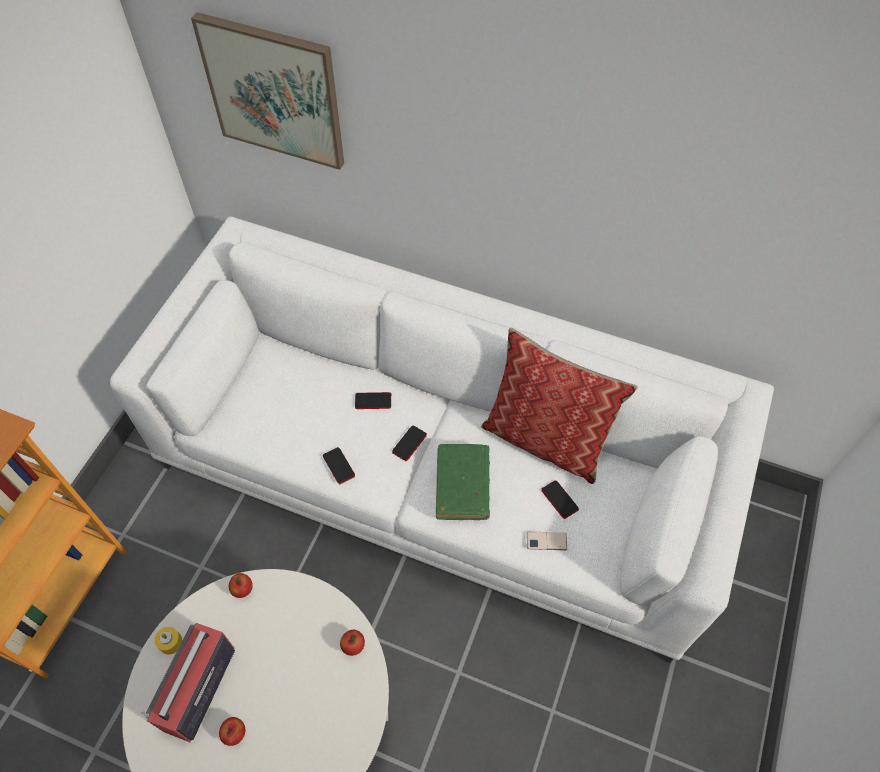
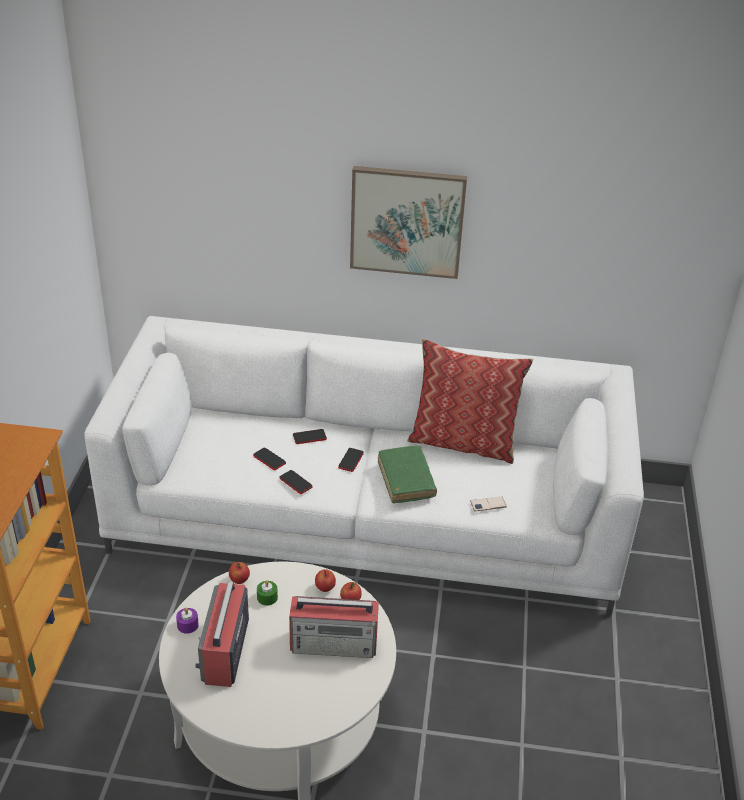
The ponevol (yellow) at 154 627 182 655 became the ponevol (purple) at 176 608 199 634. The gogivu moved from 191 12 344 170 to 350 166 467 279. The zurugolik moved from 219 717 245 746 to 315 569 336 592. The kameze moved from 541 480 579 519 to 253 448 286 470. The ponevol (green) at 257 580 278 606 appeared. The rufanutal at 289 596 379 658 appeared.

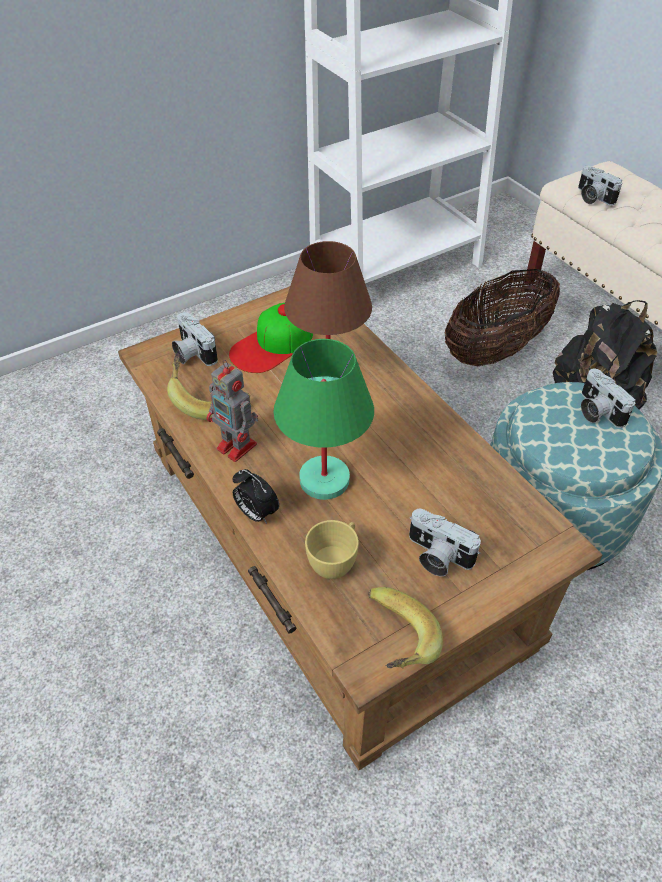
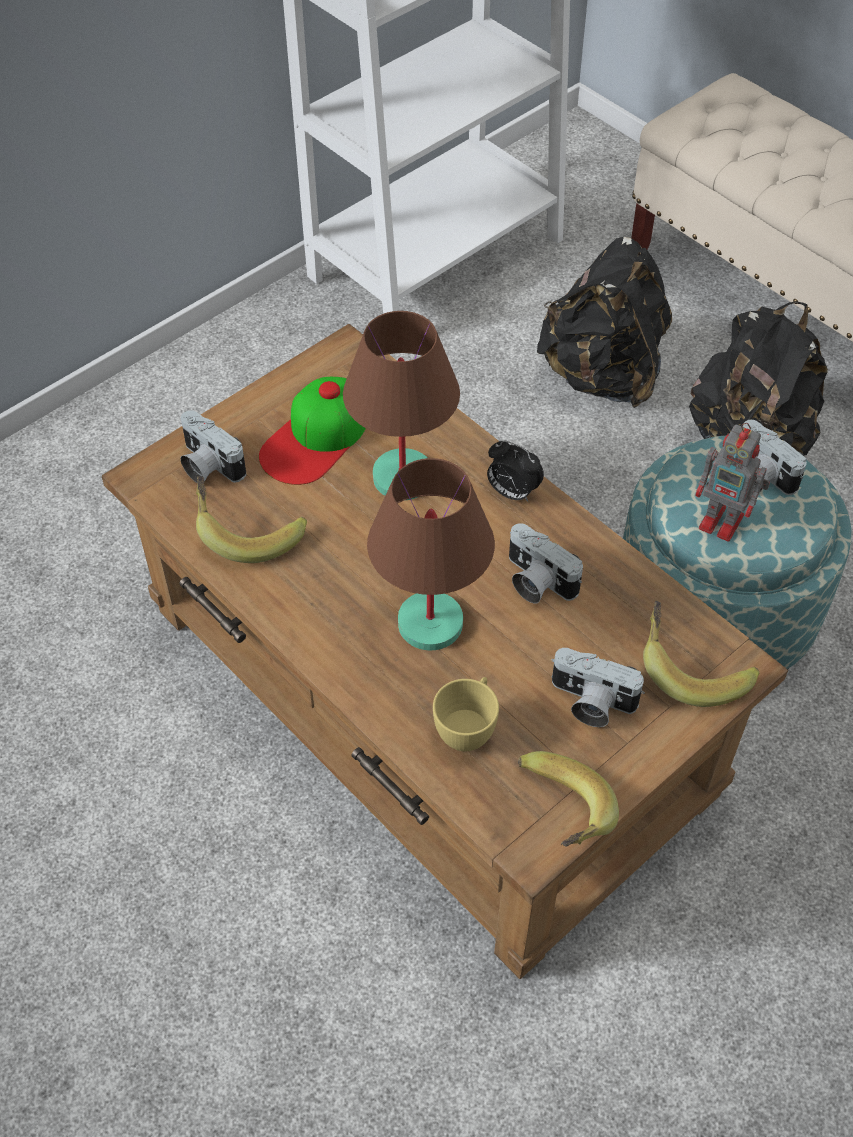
The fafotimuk moved from 206 360 258 462 to 695 423 770 541. The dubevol moved from 233 469 279 524 to 487 440 544 502. The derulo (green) at 273 339 374 500 became the derulo (brown) at 367 458 495 651. The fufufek at 445 268 560 366 was replaced by the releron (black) at 537 237 672 408. The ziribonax moved from 578 166 623 206 to 509 523 583 604. The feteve at 643 601 759 707 appeared.

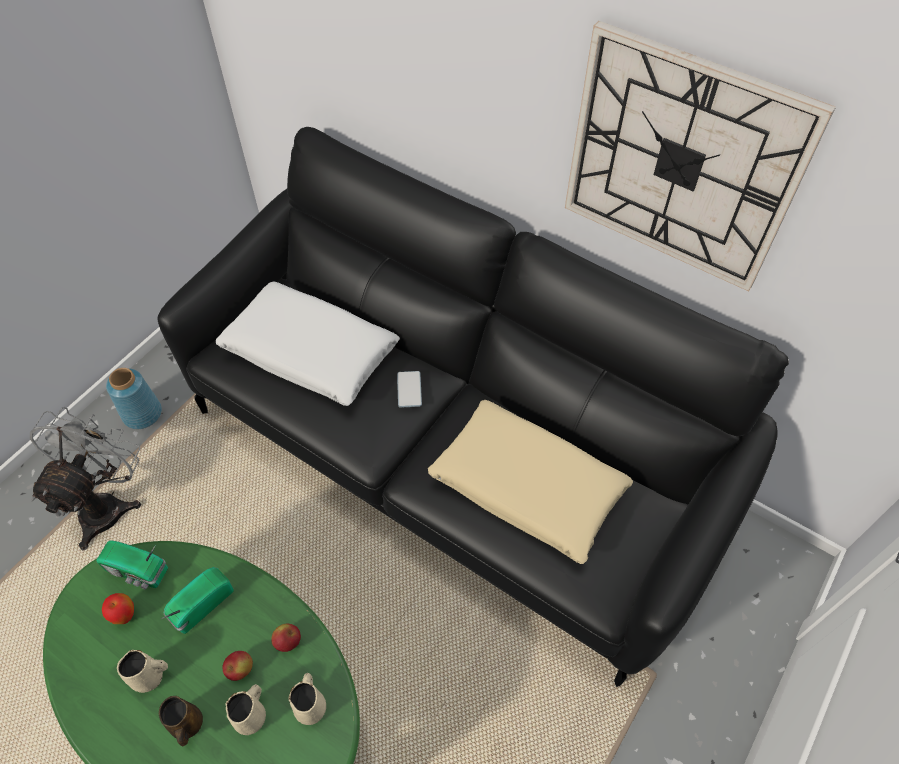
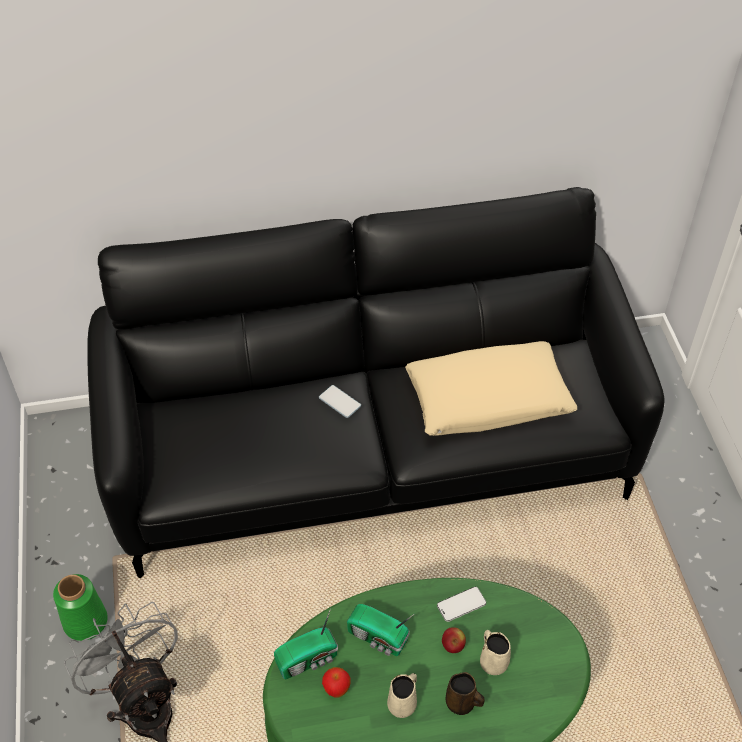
The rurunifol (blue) at 106 368 162 429 became the rurunifol (green) at 53 574 108 641. The rufanutal at 161 567 234 634 turned 60 degrees counterclockwise. The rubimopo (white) at 216 281 400 406 disappeared. The zurugolik at 271 624 301 652 was replaced by the kameze at 437 587 486 622. The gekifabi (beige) at 289 673 326 725 disappeared. The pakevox at 565 21 836 291 disappeared.

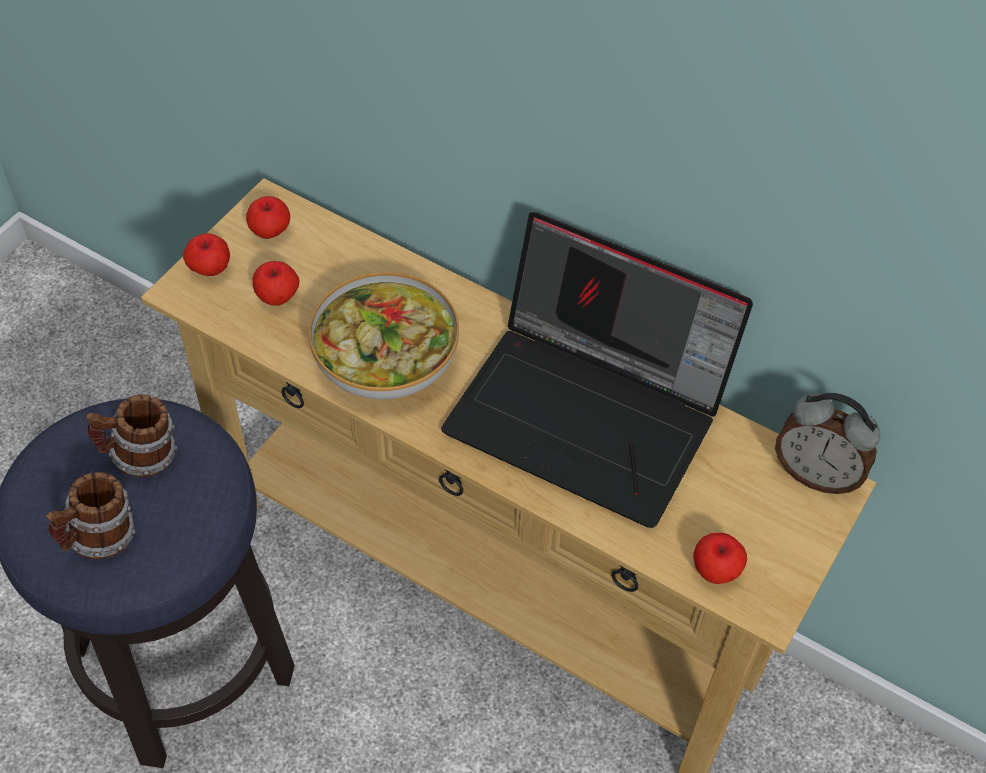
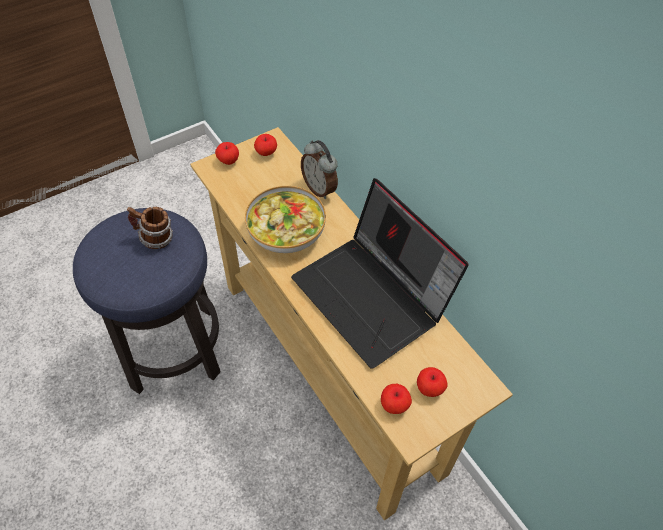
The gekifabi at 46 472 135 559 disappeared. The zurugolik moved from 253 261 299 305 to 417 367 448 397. The dubevol moved from 775 393 880 494 to 301 140 338 199.

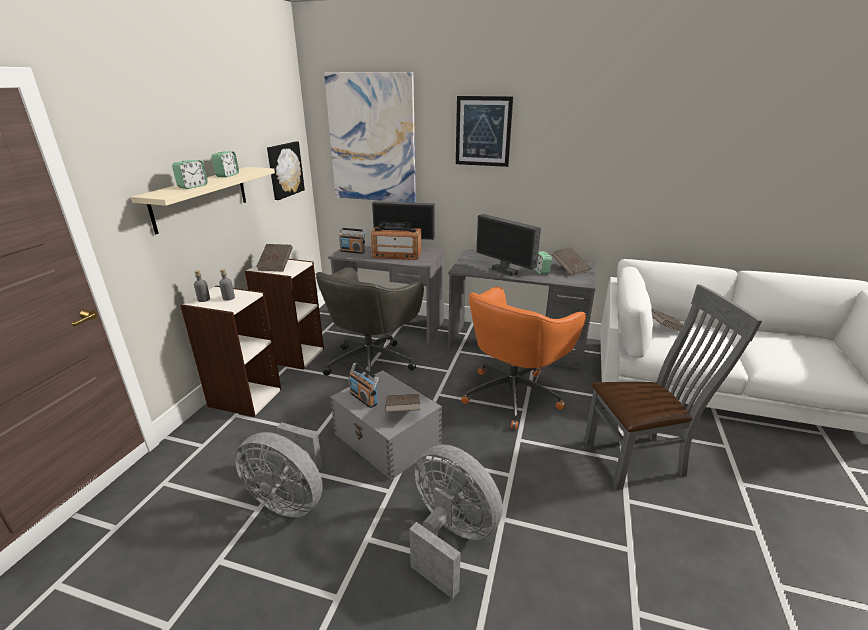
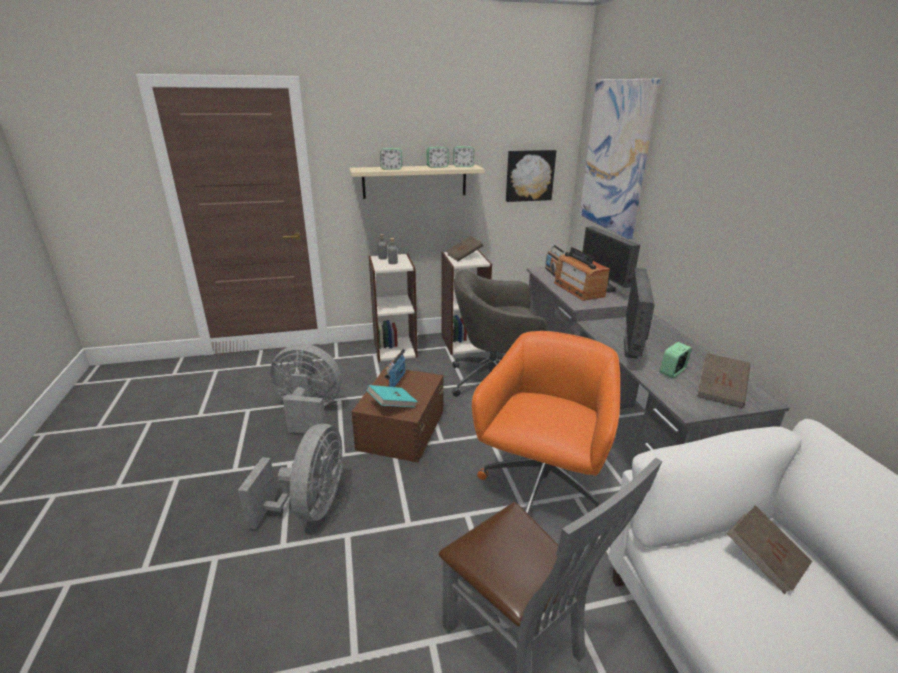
The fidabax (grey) at 235 422 323 517 turned 105 degrees clockwise. The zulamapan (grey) at 330 370 442 480 became the zulamapan (brown) at 351 367 444 463. The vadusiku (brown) at 385 394 421 412 became the vadusiku (turquoise) at 367 385 418 408. The gogivu at 456 96 513 167 disappeared. The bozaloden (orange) at 461 287 586 430 turned 105 degrees clockwise. The dubevol at 453 146 474 167 appeared.

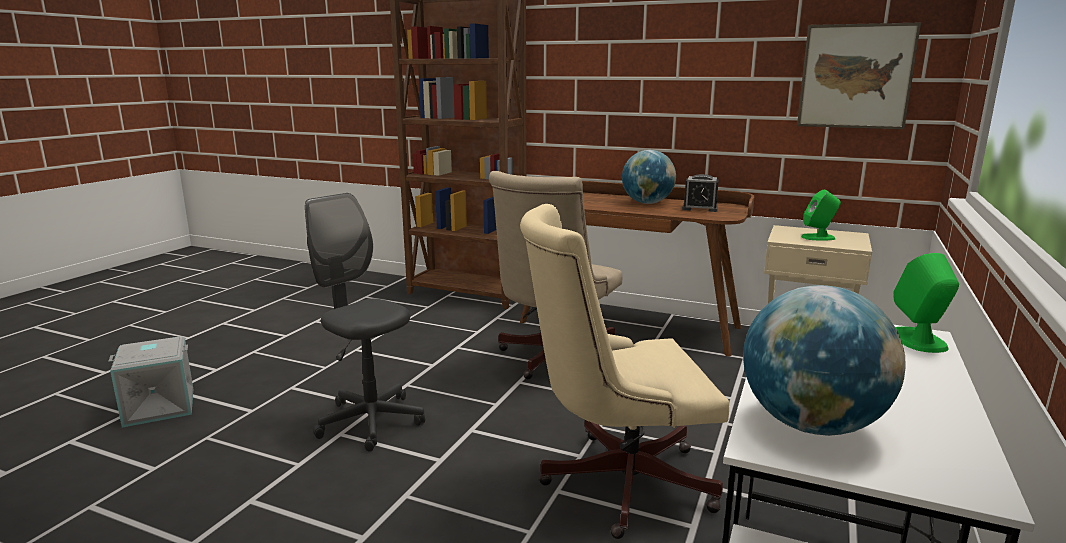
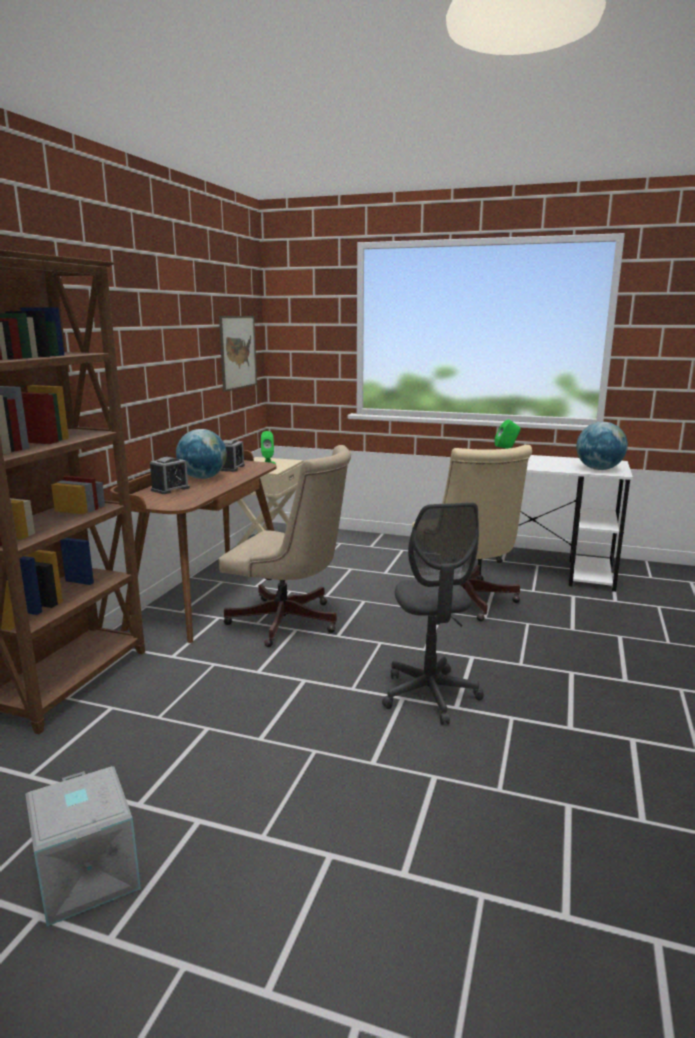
The zulamapan (grey) moved from 108 337 193 427 to 25 766 141 926. The bozaloden (grey) at 305 193 425 452 turned 45 degrees counterclockwise. The dubevol at 150 457 190 494 appeared.

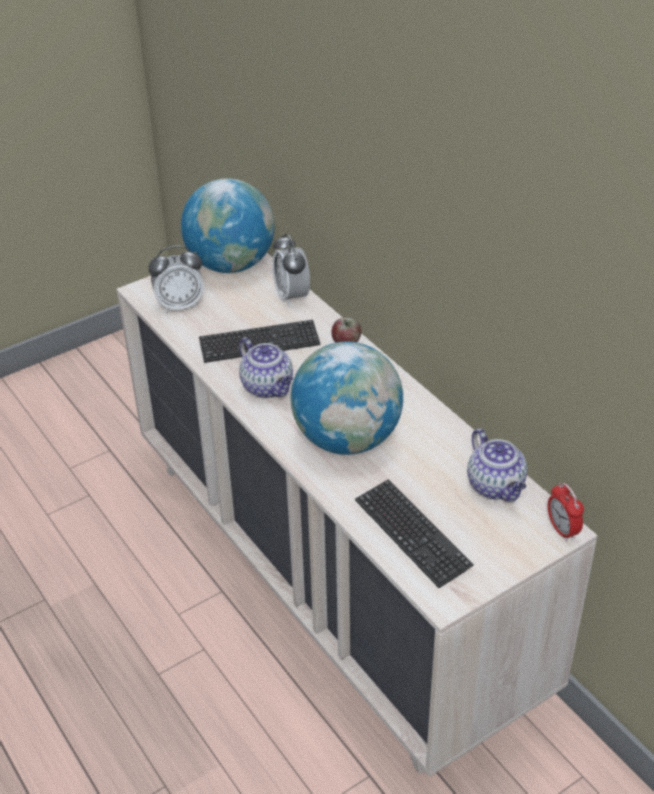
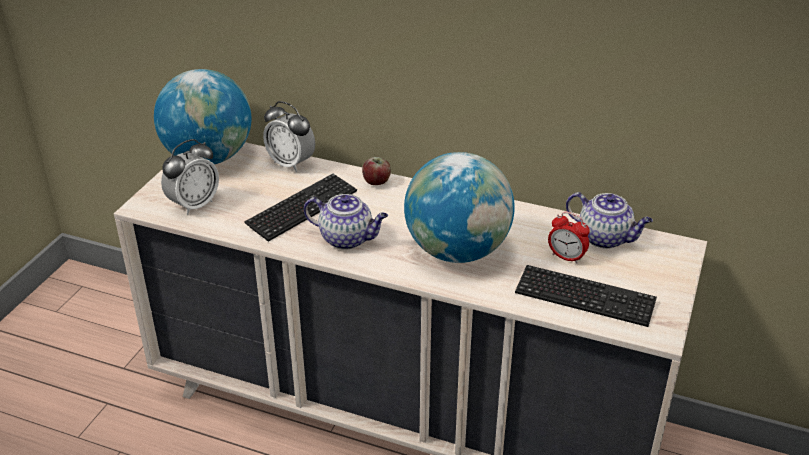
The dubevol moved from 548 483 584 541 to 548 212 590 264.

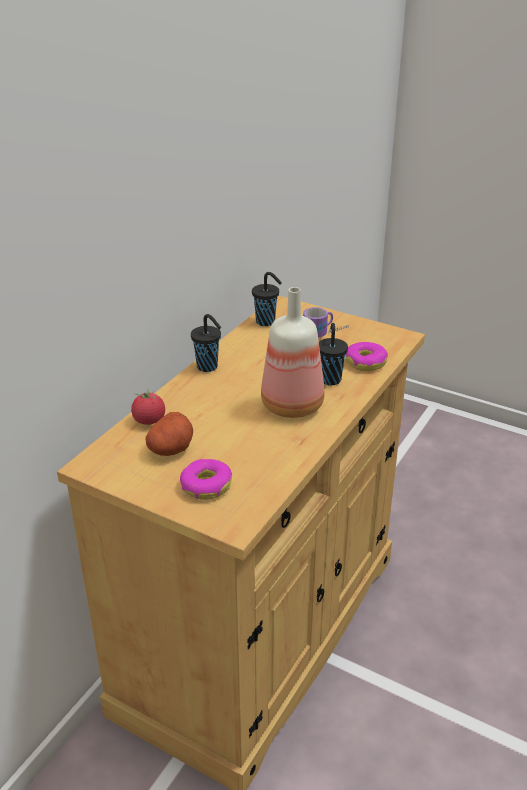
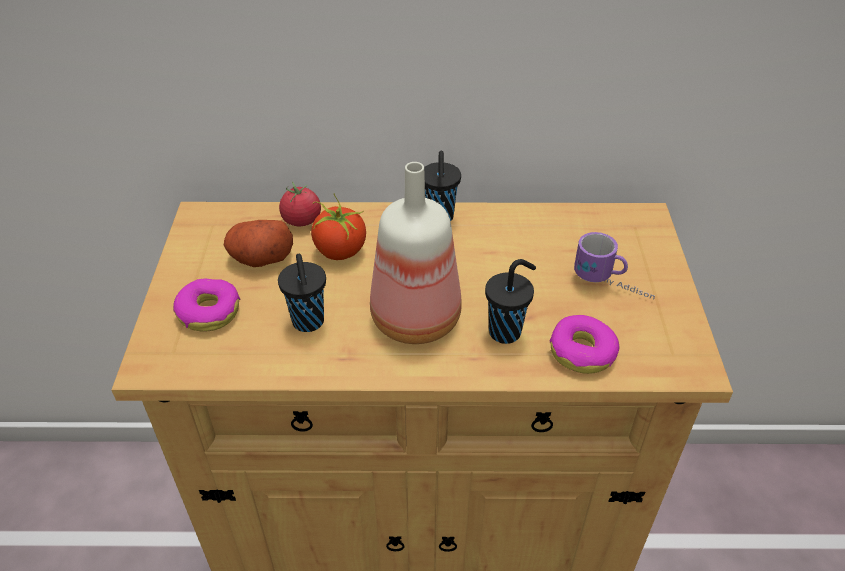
The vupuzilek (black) moved from 252 272 282 326 to 278 254 326 332. The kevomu at 311 194 366 260 appeared.

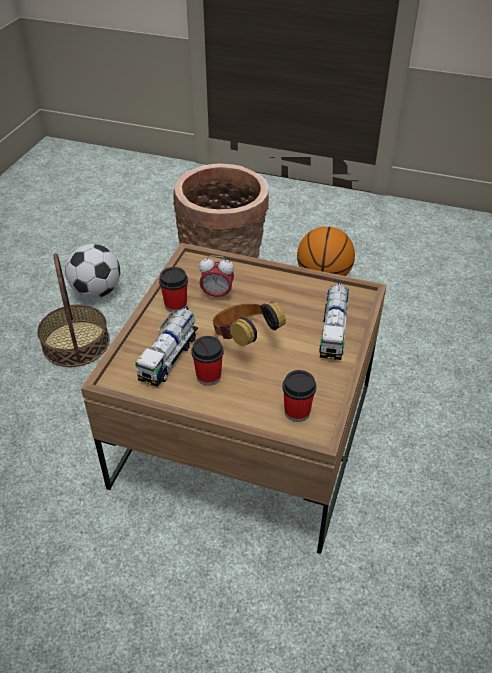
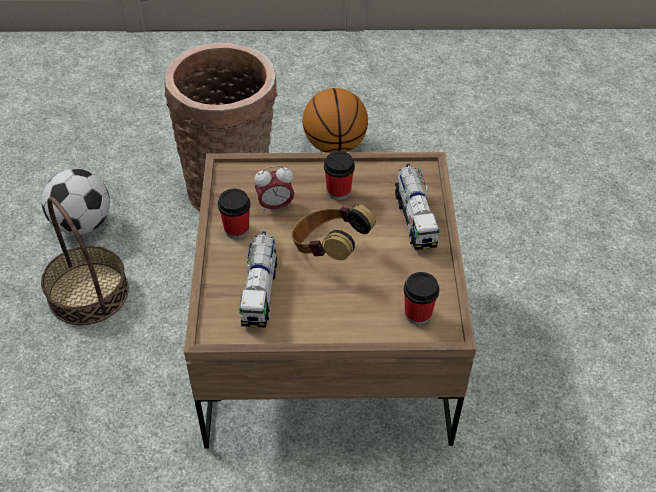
The vupuzilek moved from 191 336 224 386 to 324 151 355 200.

